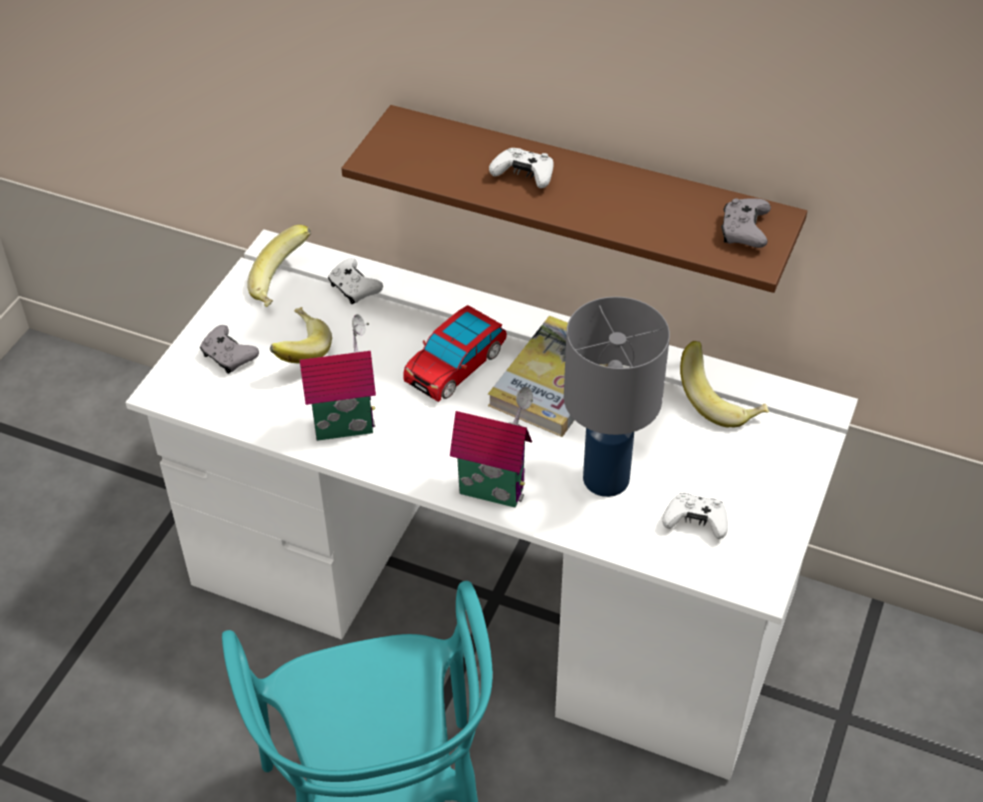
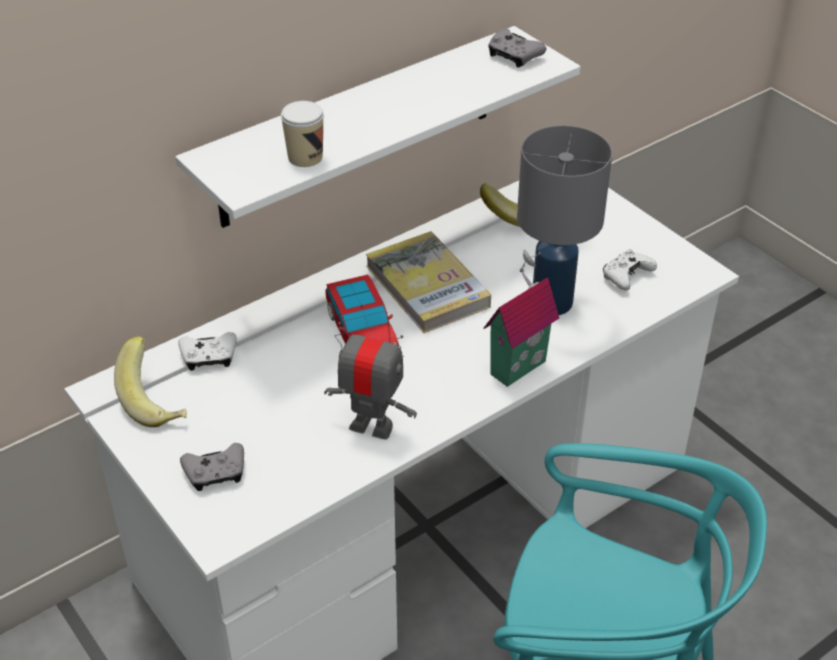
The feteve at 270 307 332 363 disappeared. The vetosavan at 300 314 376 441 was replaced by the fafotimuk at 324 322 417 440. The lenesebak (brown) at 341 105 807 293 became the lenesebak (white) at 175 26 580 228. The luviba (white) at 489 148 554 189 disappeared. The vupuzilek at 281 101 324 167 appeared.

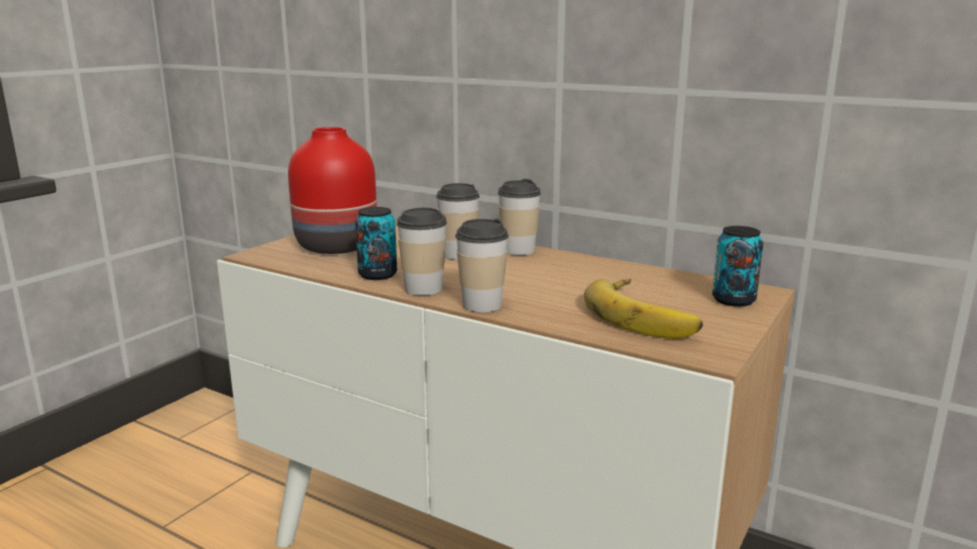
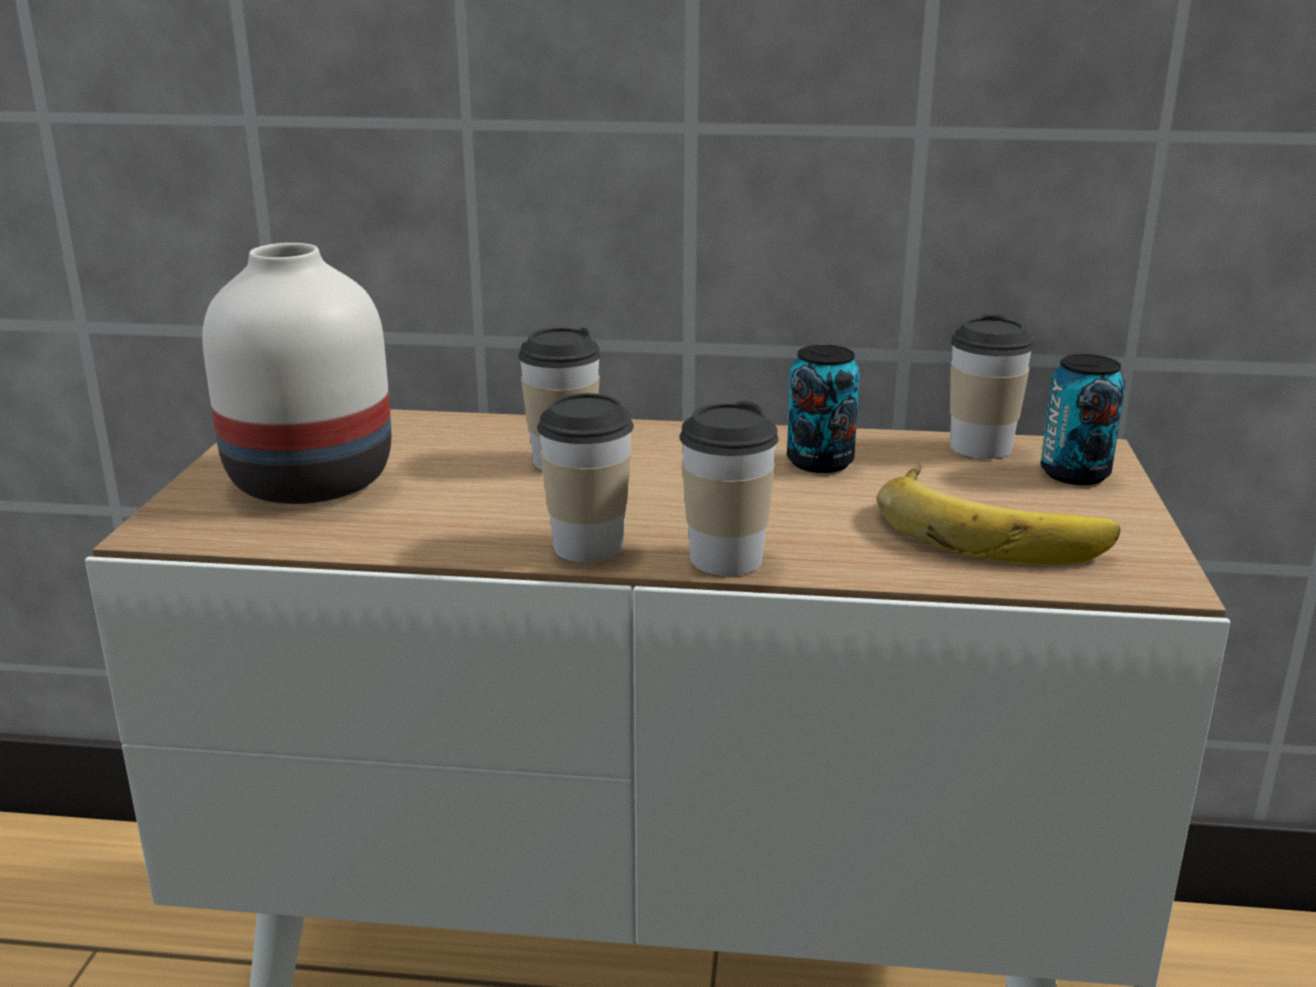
The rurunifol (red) at 288 127 377 254 became the rurunifol (white) at 202 243 391 504. The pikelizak moved from 355 207 397 280 to 787 345 860 473. The vupuzilek moved from 498 179 541 255 to 950 314 1034 459.

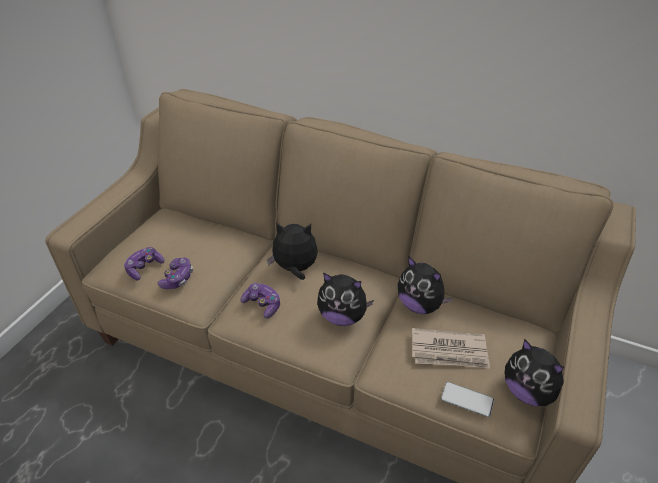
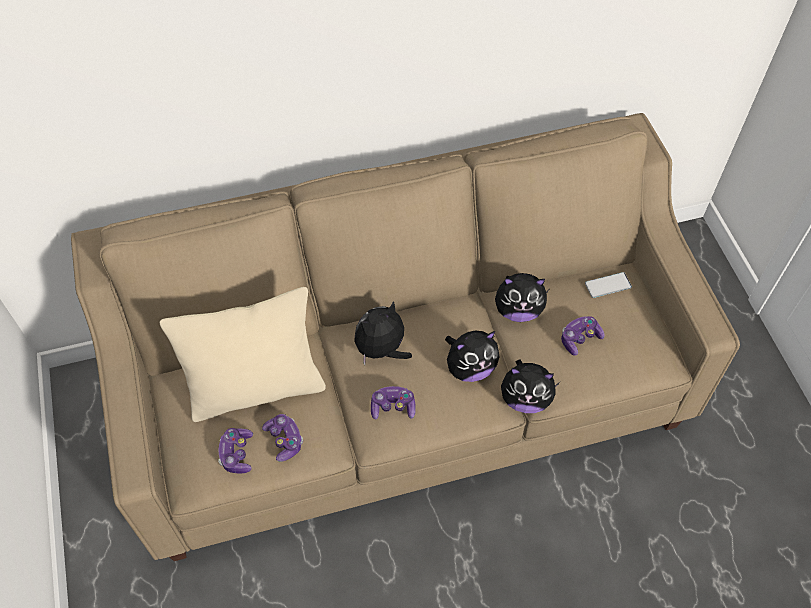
The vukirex at 412 328 490 369 was replaced by the luviba at 561 316 605 356. The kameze moved from 441 382 494 417 to 585 272 632 298. The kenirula moved from 505 339 564 406 to 501 359 561 413. The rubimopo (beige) at 159 287 326 422 appeared.

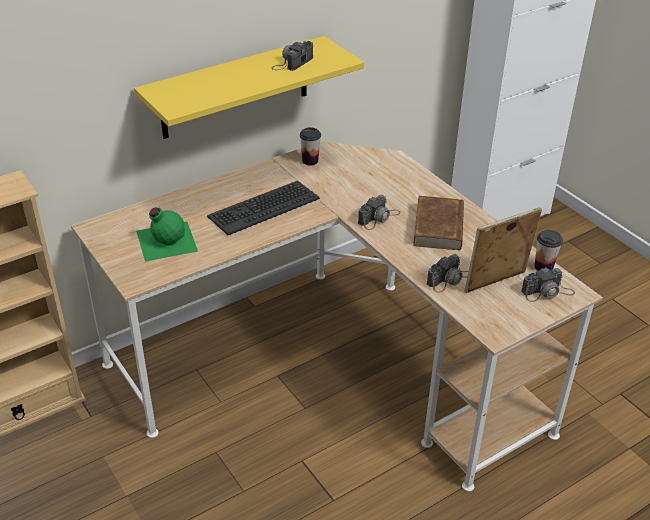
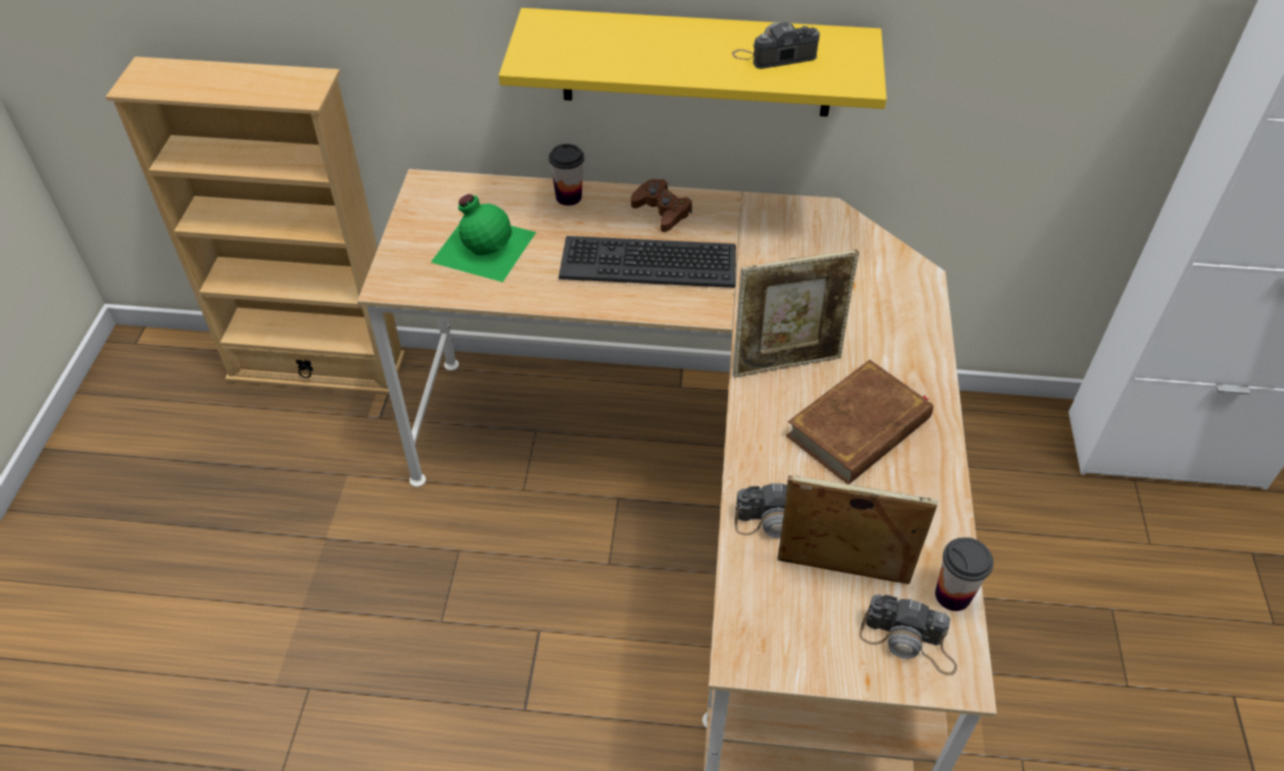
The vupuzilek moved from 300 127 321 165 to 549 144 584 206. The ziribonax at 358 195 401 230 was replaced by the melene at 733 250 859 377. The luviba (brown) at 631 179 692 232 appeared.

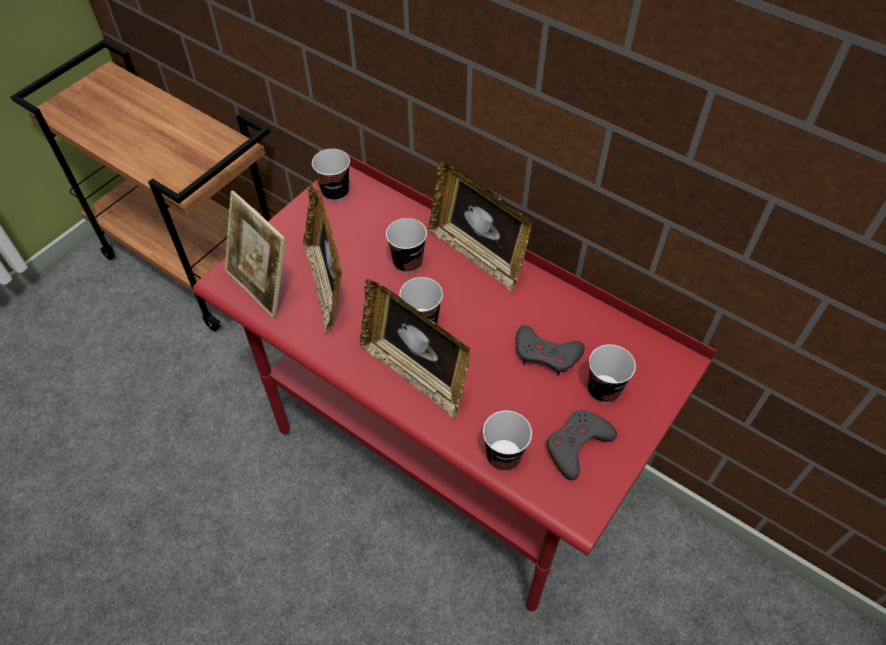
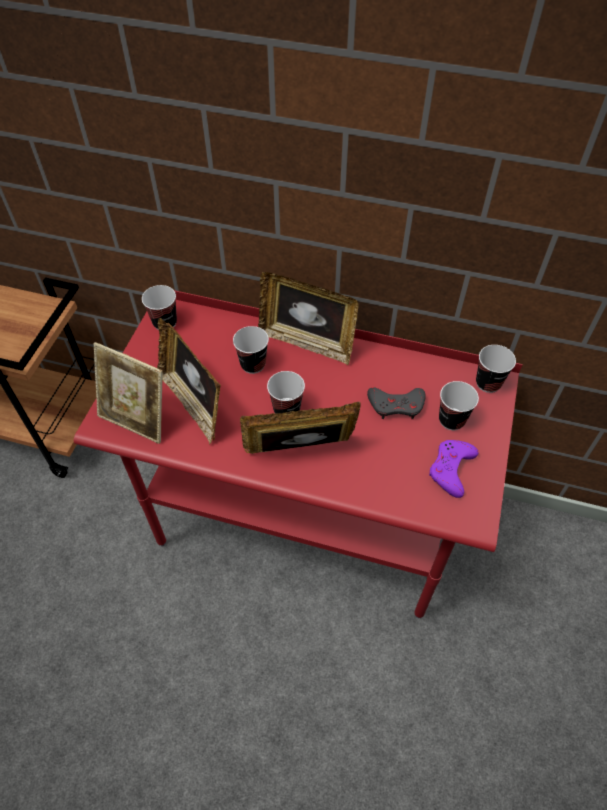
The melene at 360 279 470 420 turned 150 degrees clockwise. The vupuzilek moved from 483 411 532 471 to 476 345 516 393. The luviba (grey) at 547 410 617 480 became the luviba (purple) at 429 440 479 498.

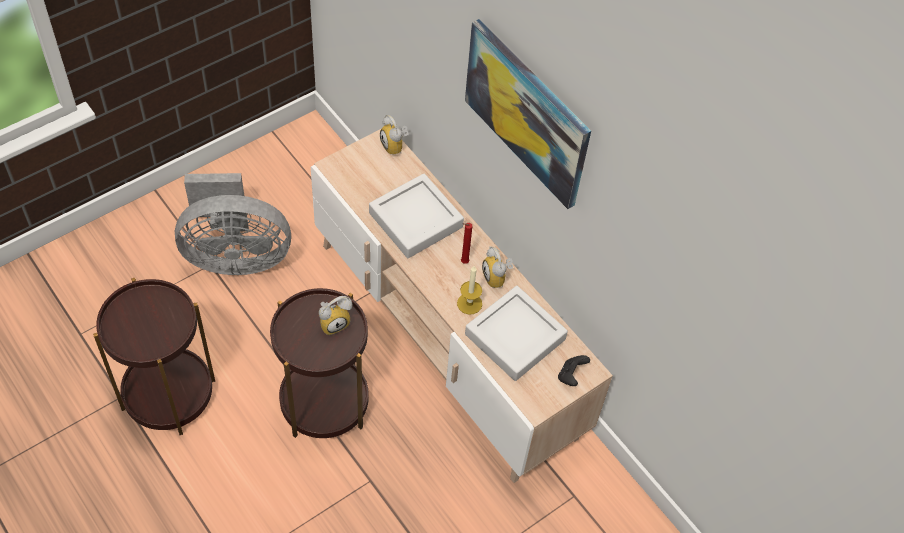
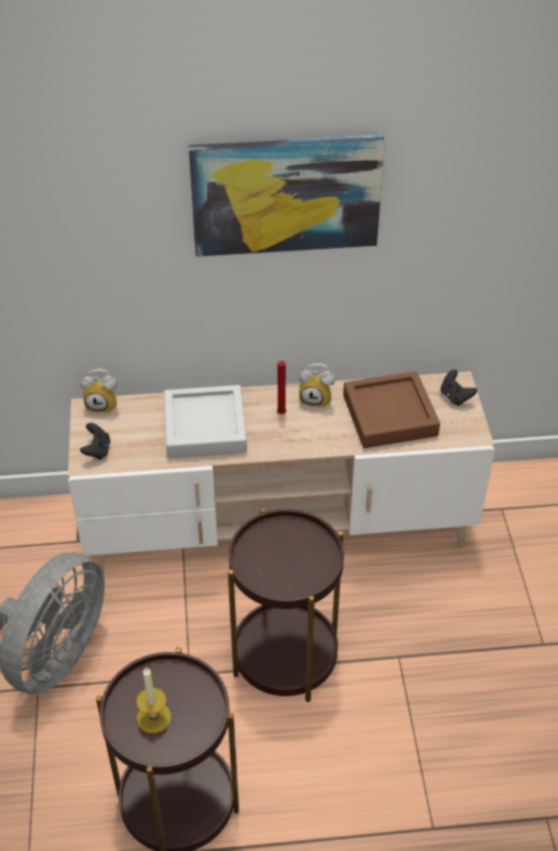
The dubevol at 319 296 352 335 disappeared. The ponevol moved from 457 266 482 315 to 136 668 171 733. The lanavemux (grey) at 465 286 568 381 became the lanavemux (brown) at 343 371 440 448. The luviba (black) at 80 423 110 460 appeared.

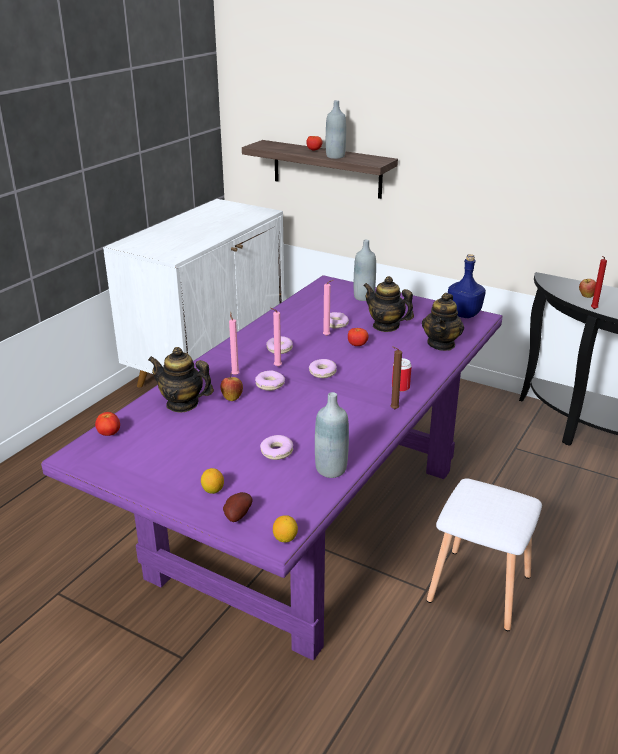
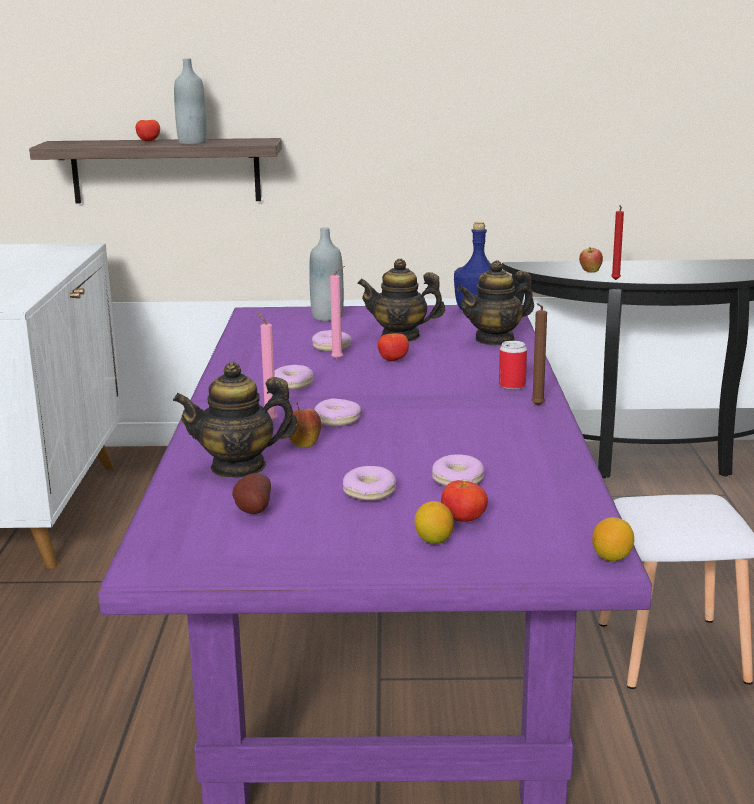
The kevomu moved from 95 412 120 436 to 441 480 488 522. The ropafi moved from 223 492 252 522 to 232 473 271 514. The ponevol (pink) at 271 308 282 367 disappeared. The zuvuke moved from 309 359 337 378 to 343 466 396 501. The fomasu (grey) at 315 392 349 478 disappeared. The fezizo at 422 293 464 351 turned 75 degrees clockwise.

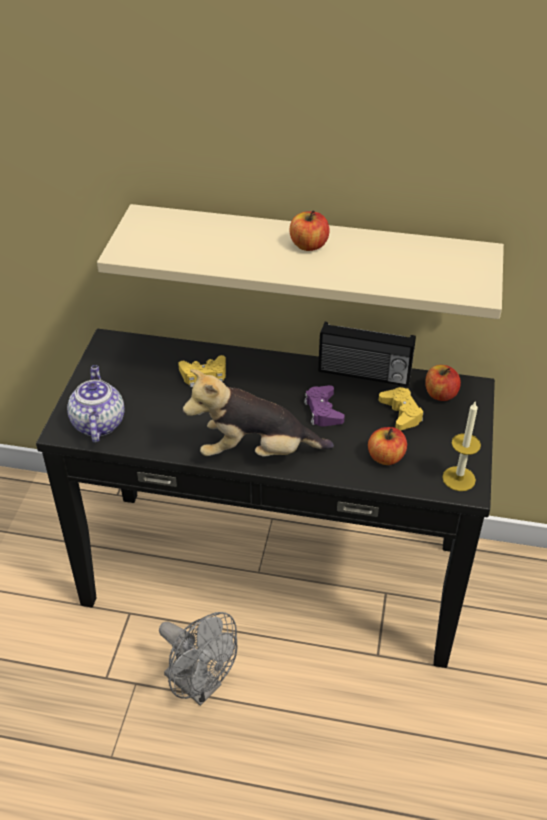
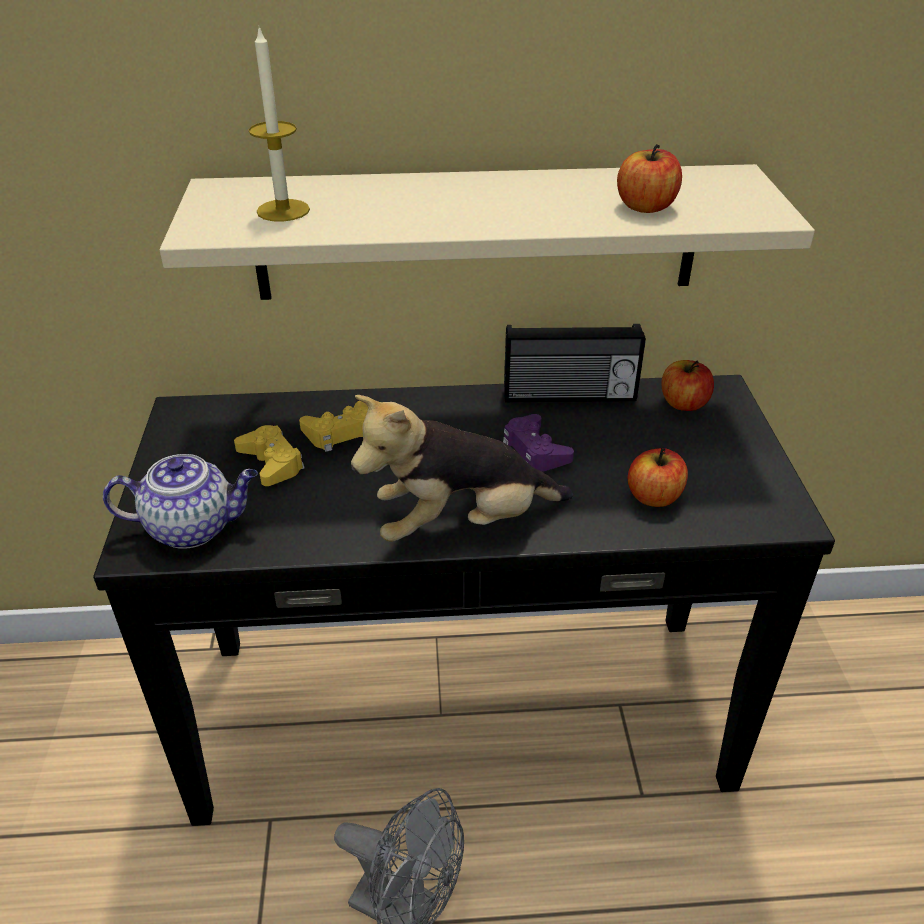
The fezizo at 67 365 125 443 turned 105 degrees clockwise. The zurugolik moved from 289 210 330 251 to 617 144 682 213. The luviba (yellow) moved from 379 387 424 430 to 234 425 305 486. The ponevol moved from 442 402 481 491 to 249 25 310 222.

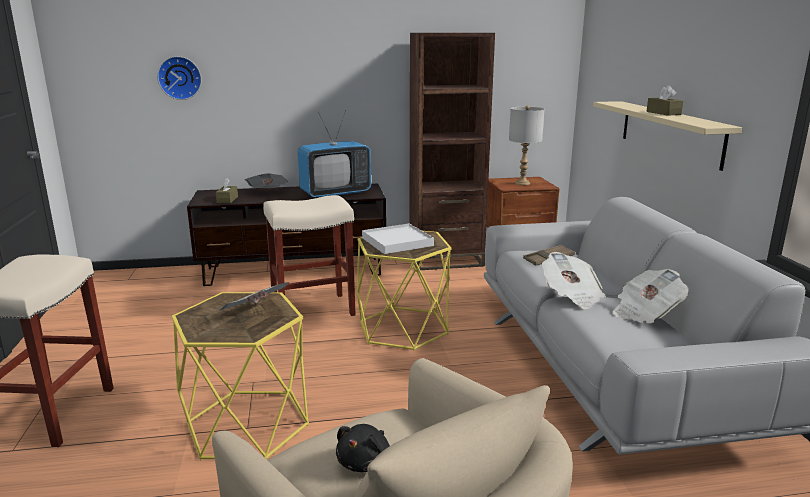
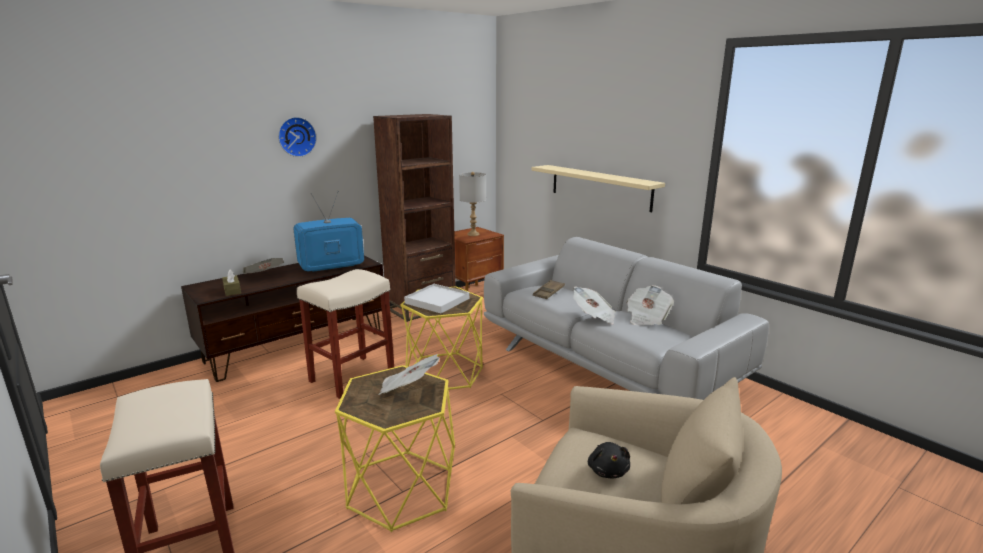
The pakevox moved from 157 56 202 100 to 278 117 317 157. The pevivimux at 298 110 371 197 turned 150 degrees counterclockwise. The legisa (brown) at 646 85 683 116 disappeared.

